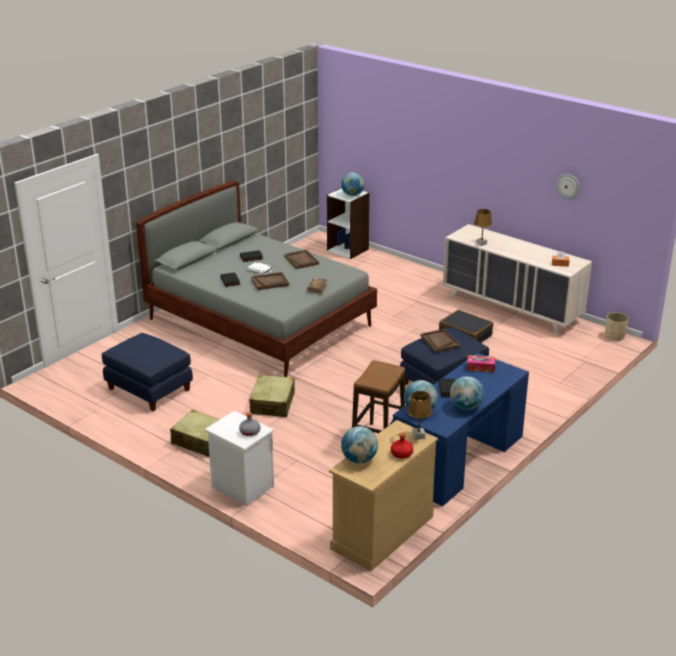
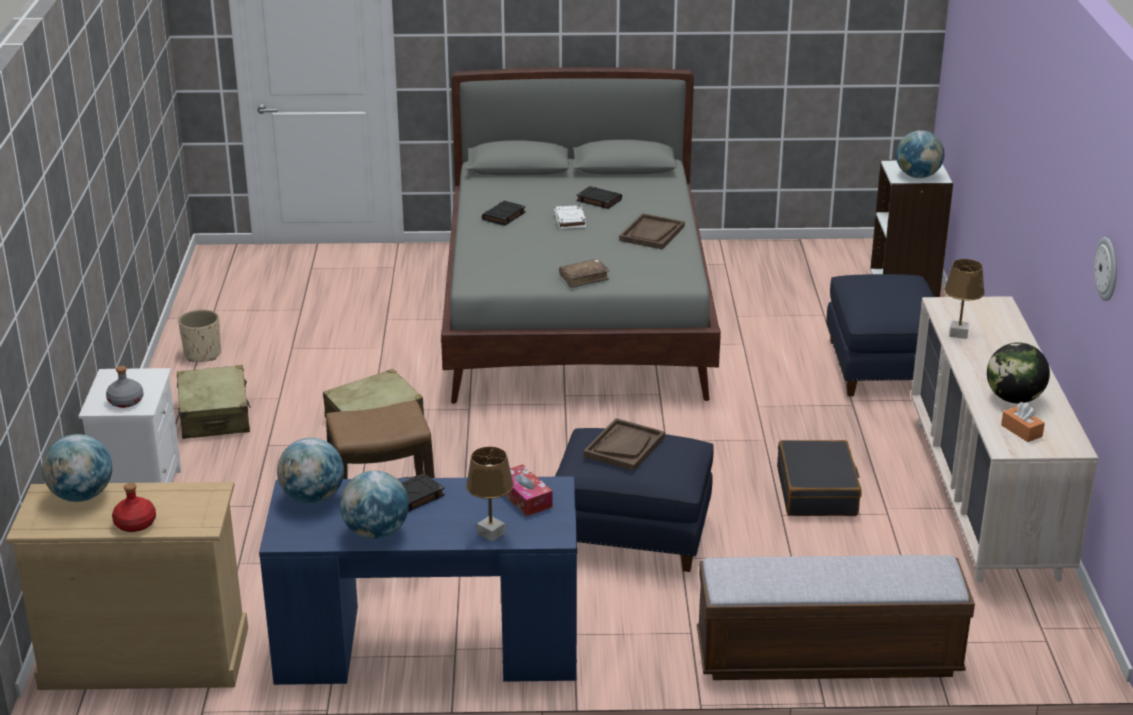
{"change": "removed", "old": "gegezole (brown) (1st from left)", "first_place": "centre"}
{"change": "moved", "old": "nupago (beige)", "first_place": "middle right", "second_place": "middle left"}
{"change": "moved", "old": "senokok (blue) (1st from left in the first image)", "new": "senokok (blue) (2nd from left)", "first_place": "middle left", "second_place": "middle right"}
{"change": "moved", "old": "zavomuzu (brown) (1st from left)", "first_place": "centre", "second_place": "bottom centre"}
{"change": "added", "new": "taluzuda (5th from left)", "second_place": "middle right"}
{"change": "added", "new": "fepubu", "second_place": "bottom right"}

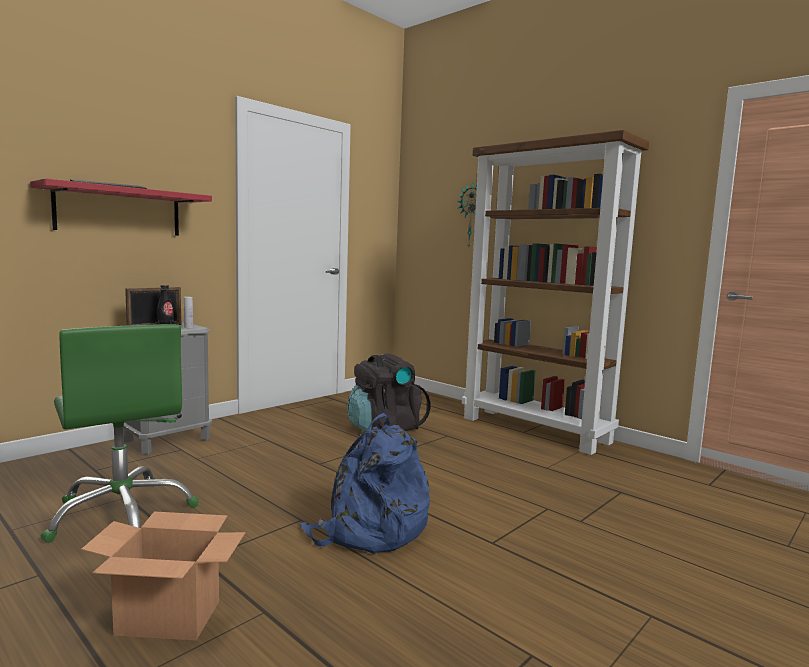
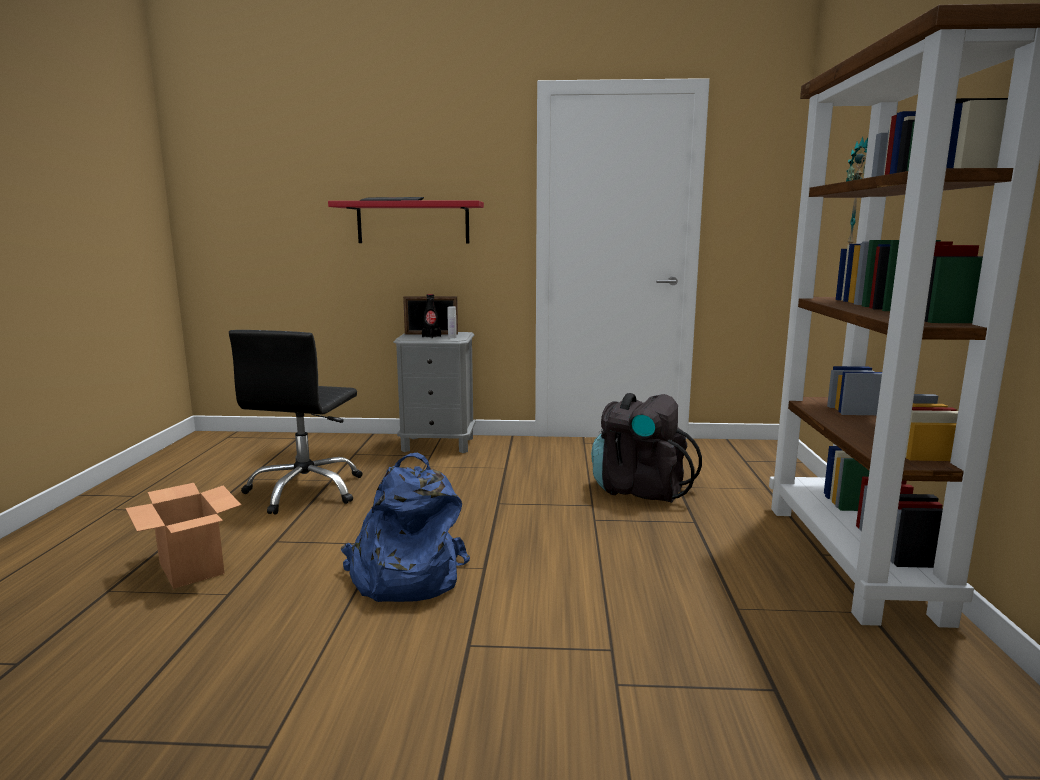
{"change": "recoloured", "old": "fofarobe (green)", "new": "fofarobe (black)", "first_place": "middle left", "second_place": "middle left"}

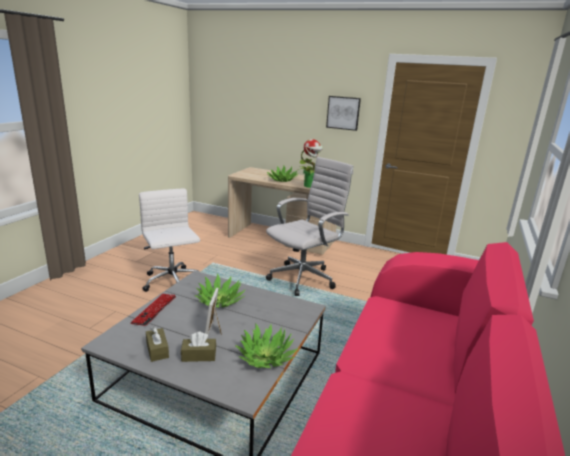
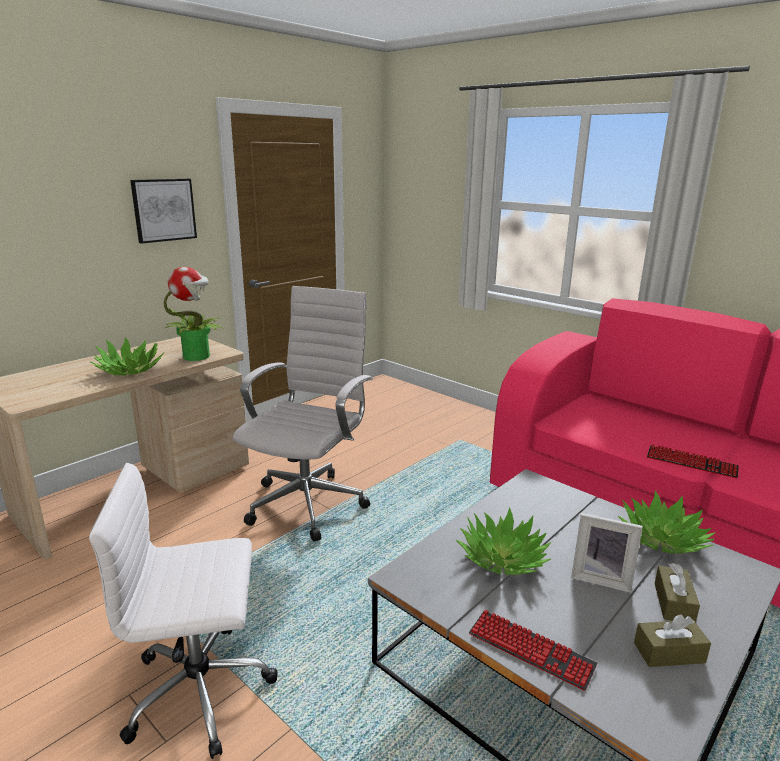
{"change": "turned", "old": "fofarobe (white) (2nd from left)", "first_place": "centre", "second_place": "centre", "degrees": 45}
{"change": "added", "new": "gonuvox (2nd from left)", "second_place": "middle right"}

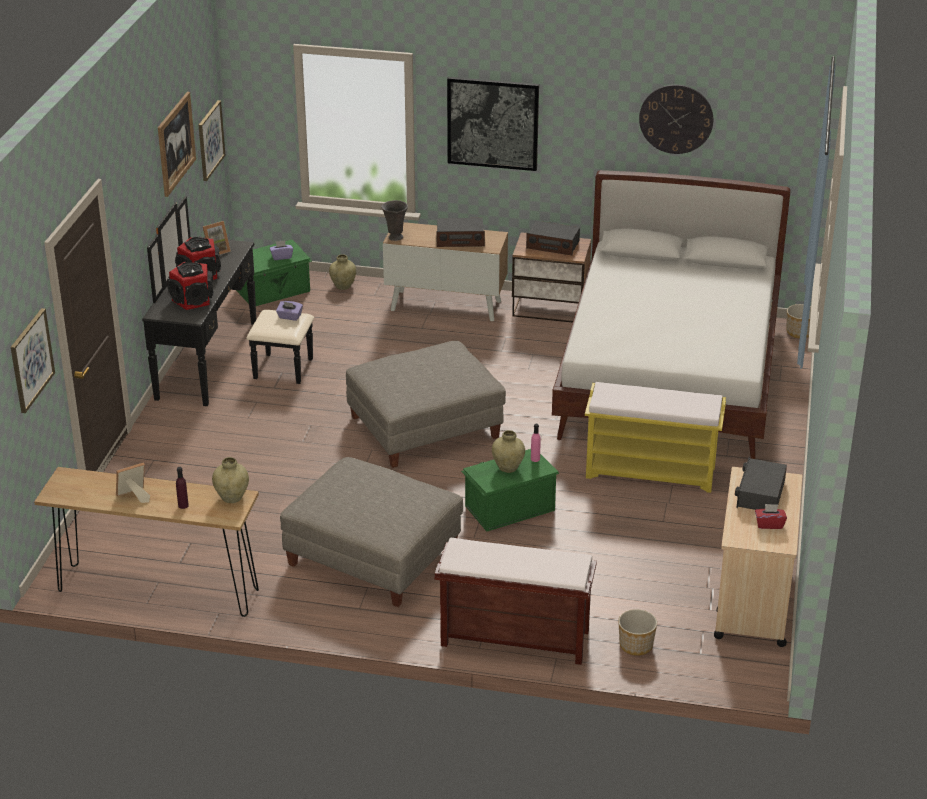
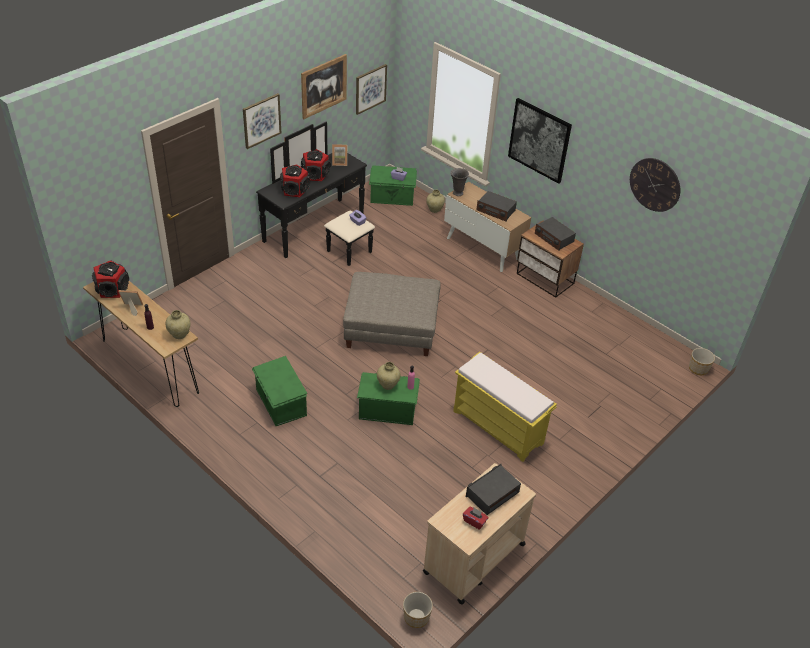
{"change": "removed", "old": "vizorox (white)", "first_place": "middle right"}
{"change": "moved", "old": "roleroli (1st from left)", "first_place": "middle left", "second_place": "top left"}
{"change": "replaced", "old": "senokok (grey) (1st from left)", "new": "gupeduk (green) (1st from left)", "first_place": "centre", "second_place": "centre"}
{"change": "removed", "old": "fepubu (brown)", "first_place": "bottom centre"}
{"change": "moved", "old": "nupago (1st from left)", "first_place": "bottom right", "second_place": "bottom centre"}
{"change": "added", "new": "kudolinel (1st from left)", "second_place": "middle left"}

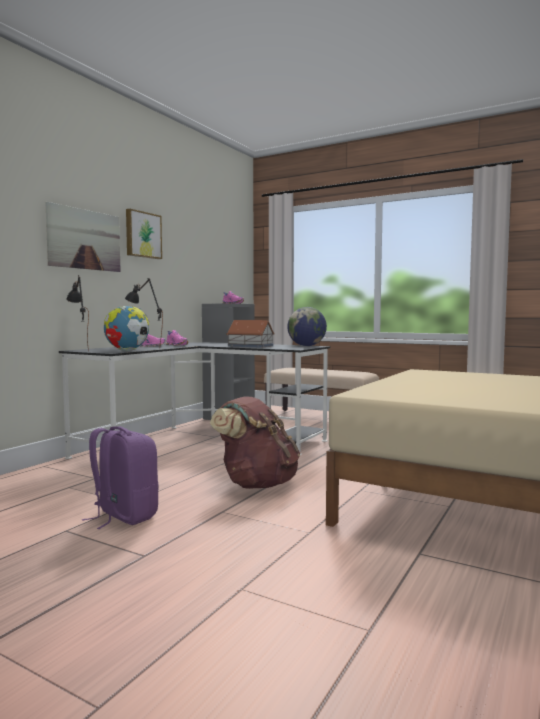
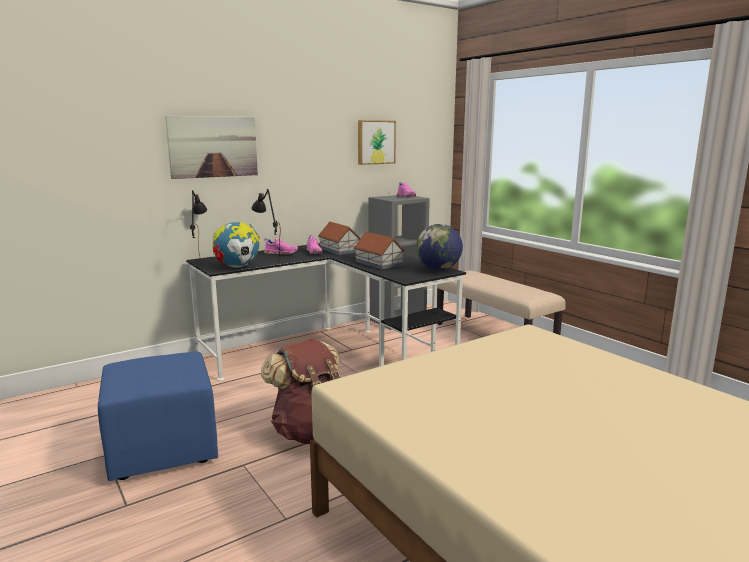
{"change": "moved", "old": "roleroli (2nd from left)", "first_place": "top left", "second_place": "top centre"}
{"change": "replaced", "old": "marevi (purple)", "new": "senokok (blue)", "first_place": "middle left", "second_place": "bottom left"}
{"change": "added", "new": "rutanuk (1st from left)", "second_place": "centre"}

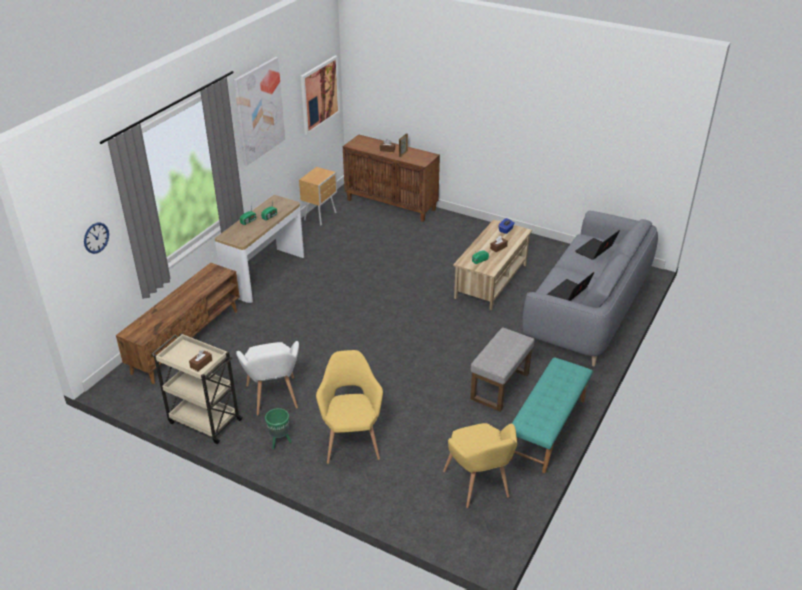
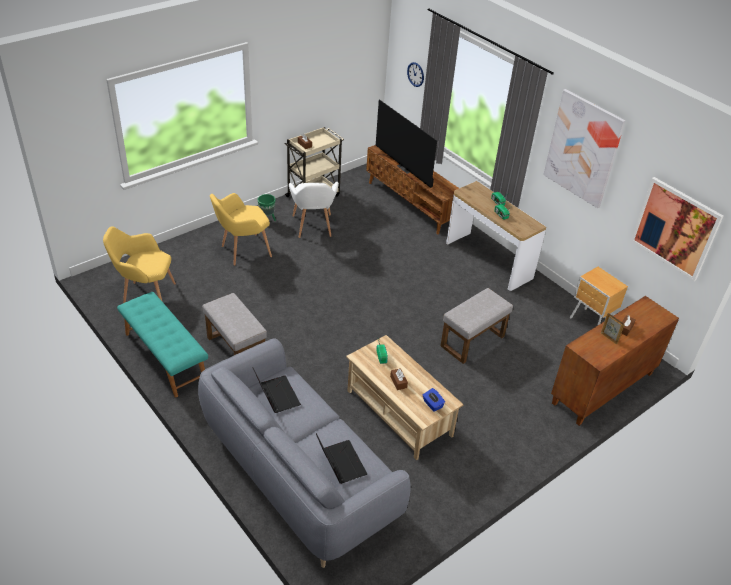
{"change": "turned", "old": "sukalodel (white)", "first_place": "middle left", "second_place": "centre", "degrees": -105}
{"change": "turned", "old": "sukalodel (yellow) (1st from left in the first image)", "first_place": "bottom centre", "second_place": "middle left", "degrees": 135}
{"change": "added", "new": "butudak", "second_place": "top centre"}
{"change": "added", "new": "senokok (grey) (2nd from left)", "second_place": "centre"}

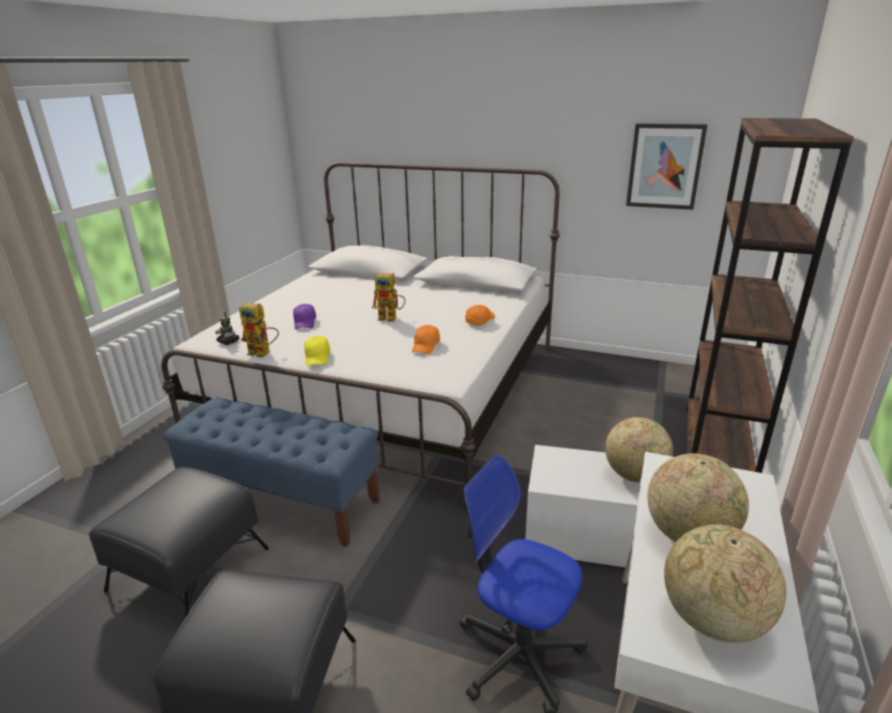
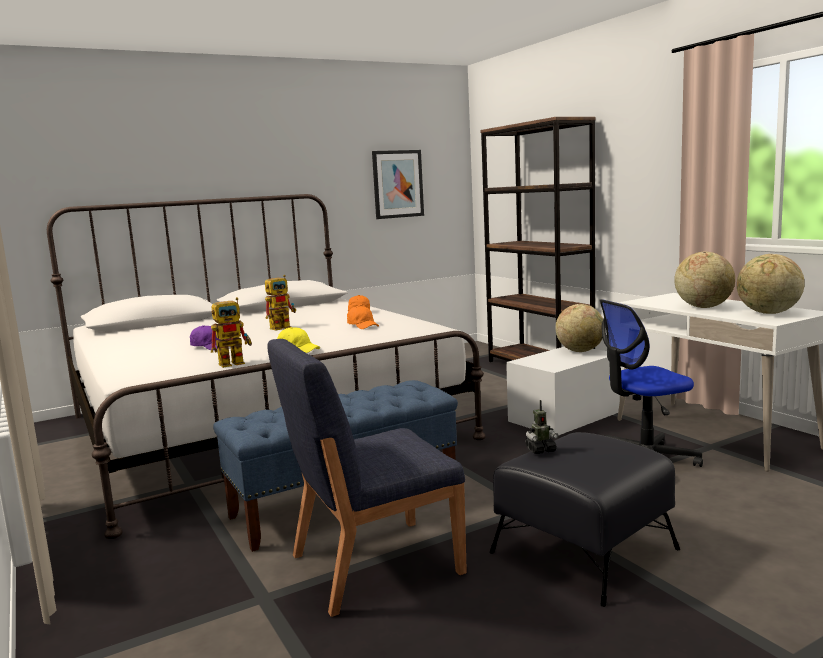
{"change": "moved", "old": "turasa (1st from left in the first image)", "new": "turasa (3rd from left)", "first_place": "middle left", "second_place": "centre"}
{"change": "replaced", "old": "senokok (black) (1st from left)", "new": "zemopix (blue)", "first_place": "bottom left", "second_place": "bottom centre"}

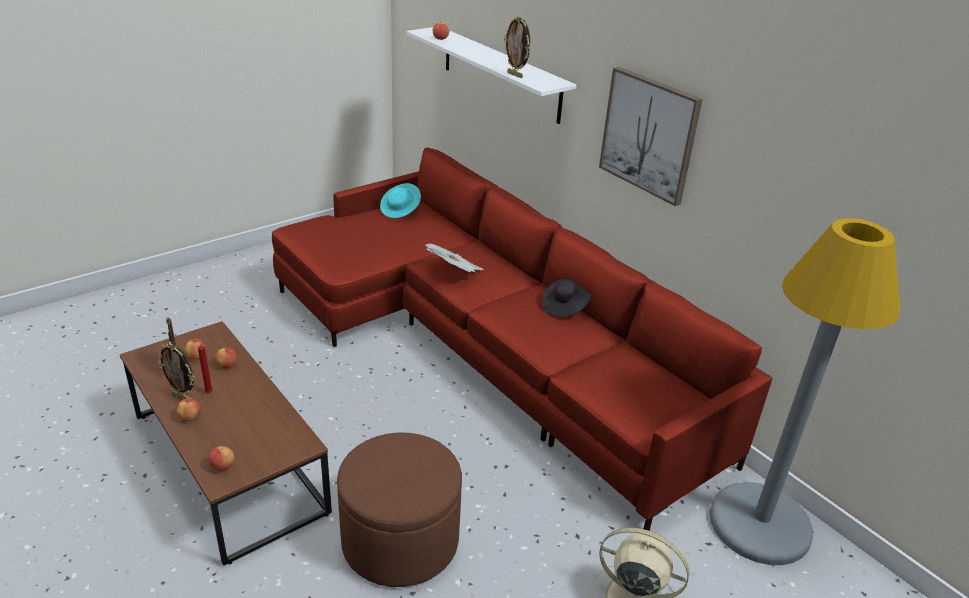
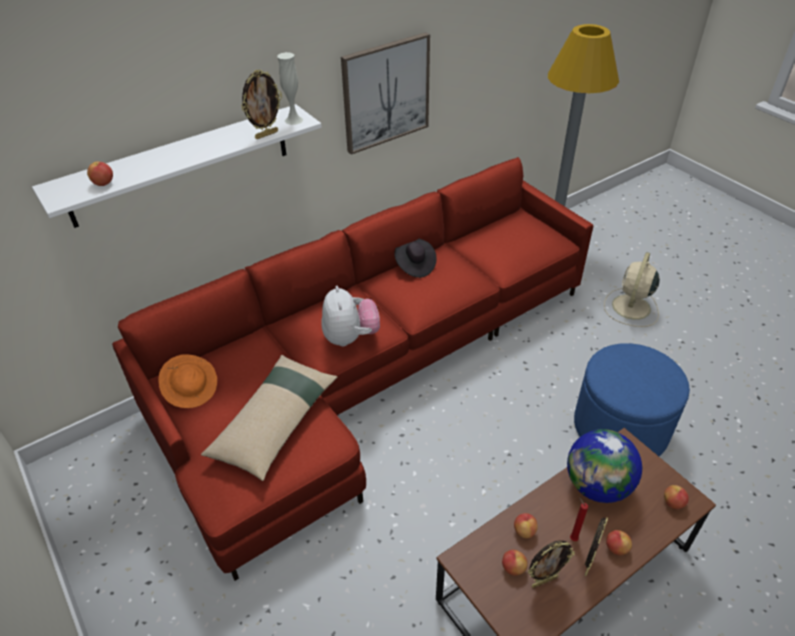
{"change": "recoloured", "old": "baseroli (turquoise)", "new": "baseroli (orange)", "first_place": "centre", "second_place": "middle left"}
{"change": "replaced", "old": "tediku", "new": "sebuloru", "first_place": "centre", "second_place": "centre"}
{"change": "recoloured", "old": "senokok (brown)", "new": "senokok (blue)", "first_place": "bottom centre", "second_place": "middle right"}
{"change": "added", "new": "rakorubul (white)", "second_place": "top centre"}
{"change": "added", "new": "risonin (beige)", "second_place": "centre"}
{"change": "added", "new": "taluzuda", "second_place": "bottom right"}

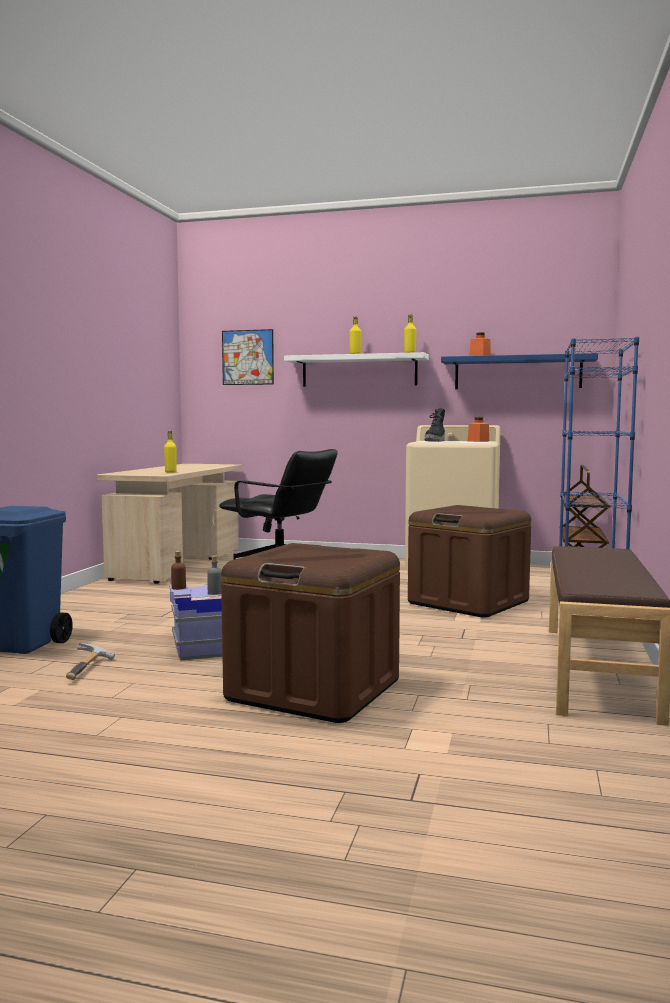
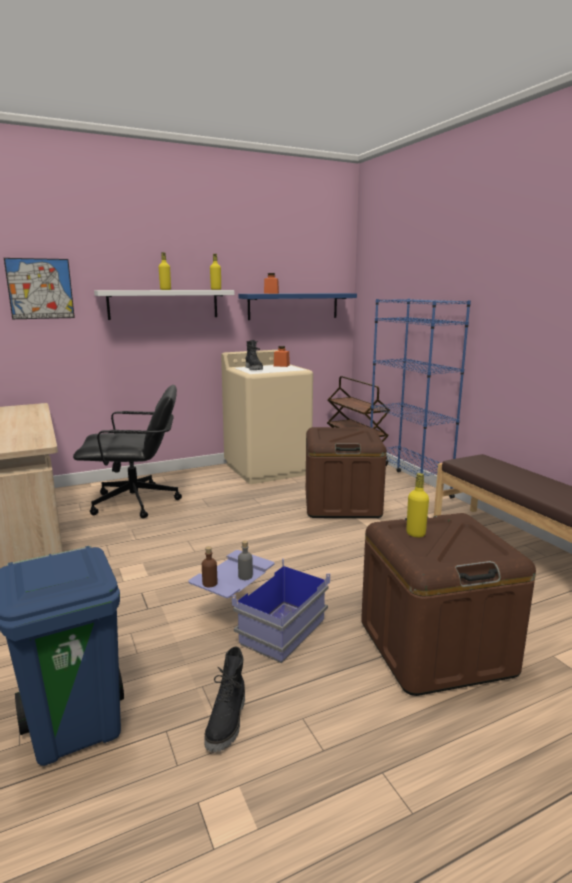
{"change": "moved", "old": "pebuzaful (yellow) (1st from left in the first image)", "new": "pebuzaful (yellow) (3rd from left)", "first_place": "middle left", "second_place": "middle right"}
{"change": "replaced", "old": "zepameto", "new": "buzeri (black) (1st from left)", "first_place": "middle left", "second_place": "bottom centre"}

